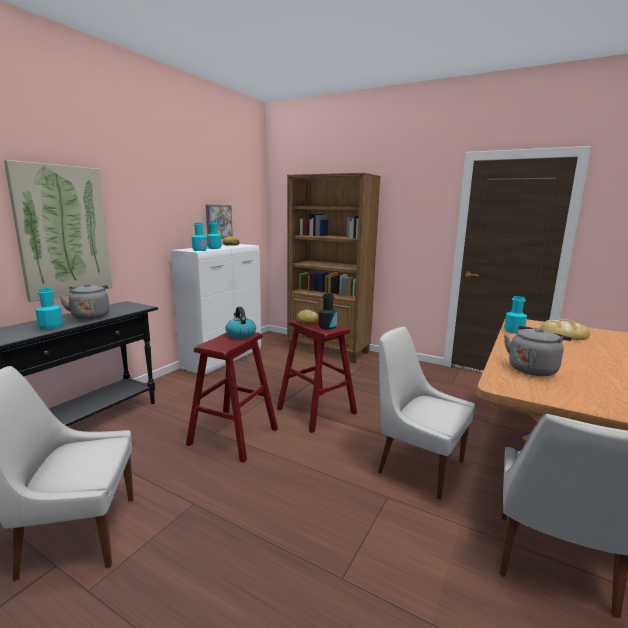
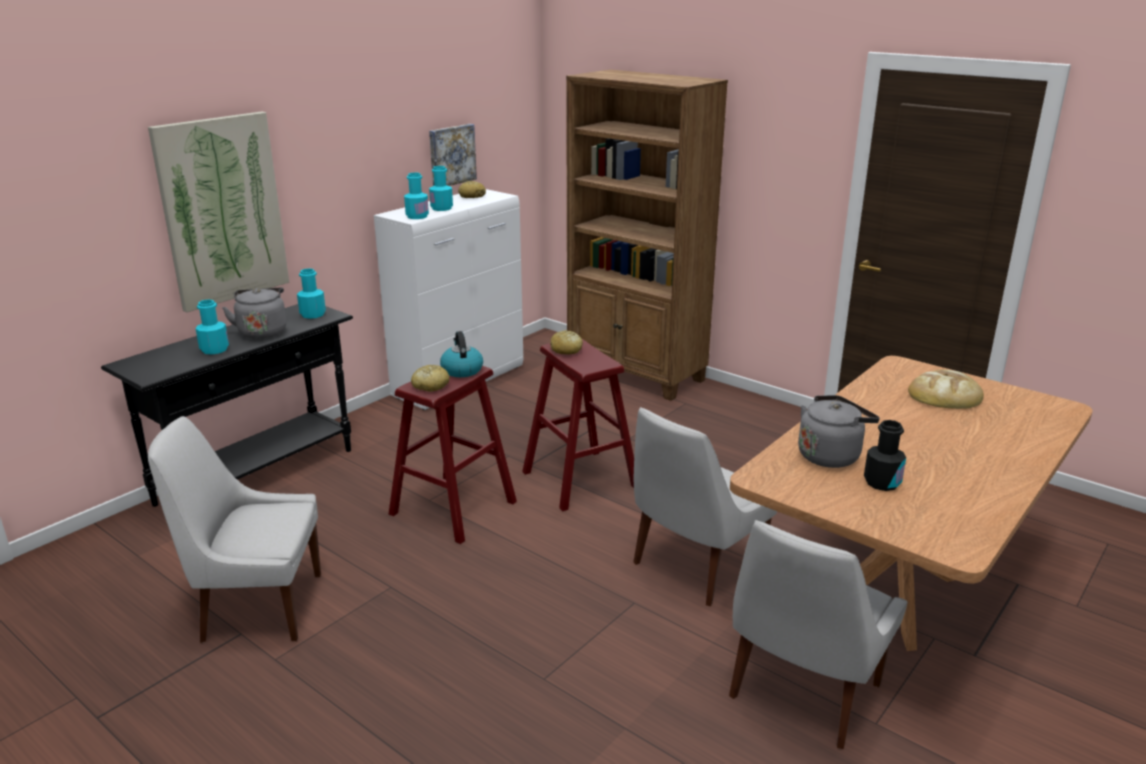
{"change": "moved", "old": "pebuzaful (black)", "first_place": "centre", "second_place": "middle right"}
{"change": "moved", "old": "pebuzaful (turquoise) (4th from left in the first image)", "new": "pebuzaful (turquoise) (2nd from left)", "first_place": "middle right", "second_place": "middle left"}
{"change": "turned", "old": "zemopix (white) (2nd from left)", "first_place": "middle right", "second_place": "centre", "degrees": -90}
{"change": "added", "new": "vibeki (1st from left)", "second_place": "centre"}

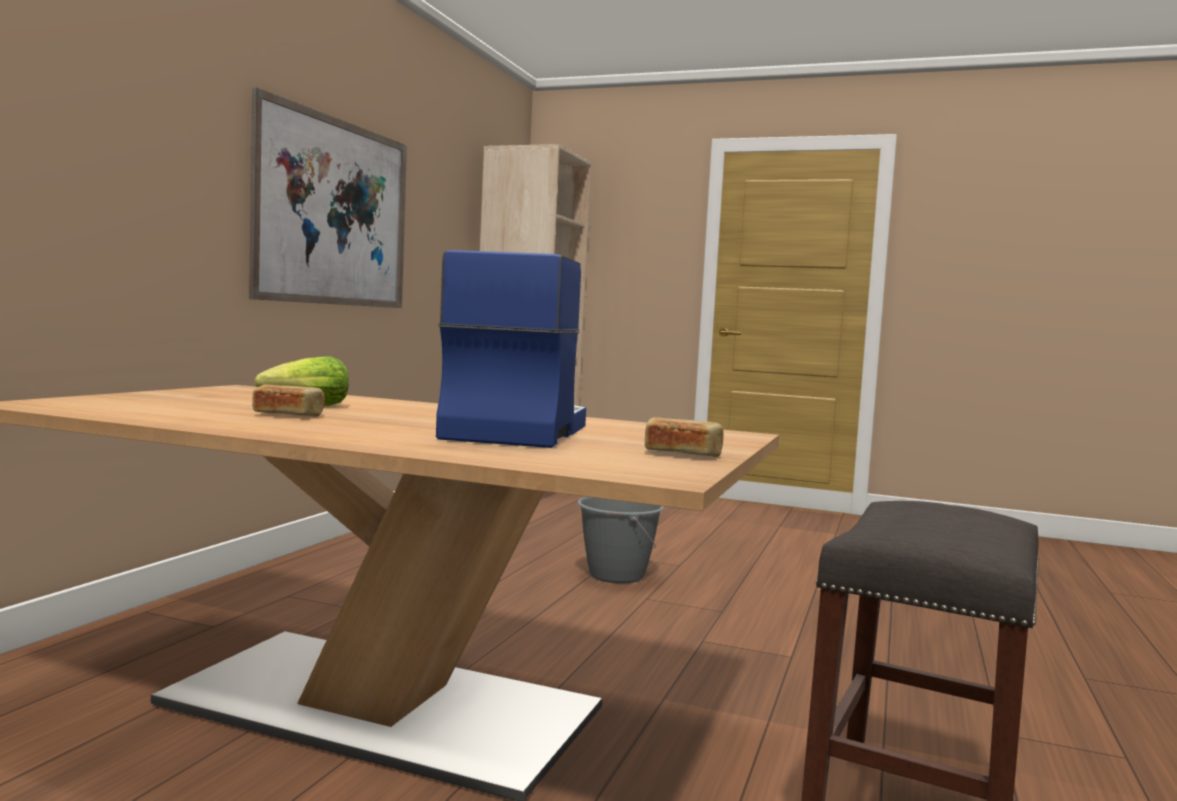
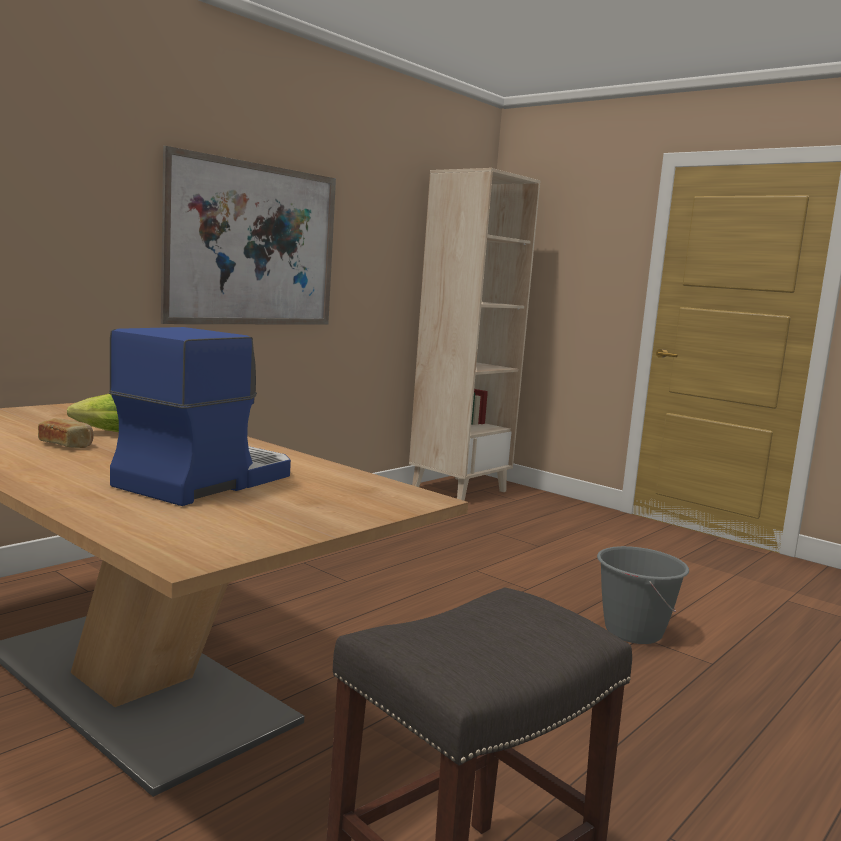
{"change": "removed", "old": "vibeki (2nd from left)", "first_place": "centre"}
{"change": "moved", "old": "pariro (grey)", "first_place": "bottom centre", "second_place": "bottom right"}

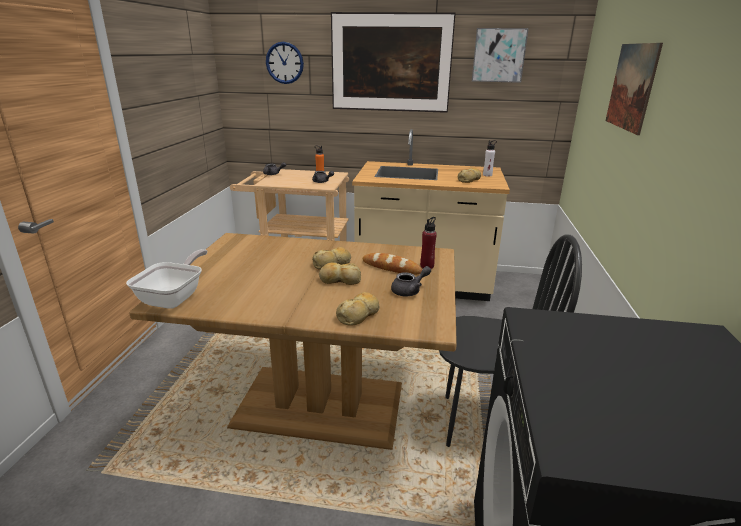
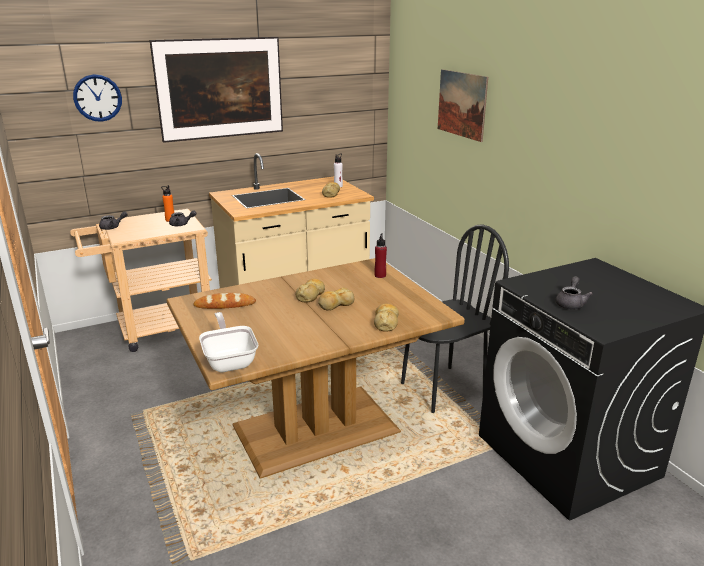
{"change": "removed", "old": "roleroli (2nd from left)", "first_place": "top right"}
{"change": "moved", "old": "vibeki (4th from left in the first image)", "new": "vibeki (1st from left)", "first_place": "centre", "second_place": "middle left"}
{"change": "moved", "old": "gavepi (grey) (3rd from left)", "first_place": "centre", "second_place": "middle right"}

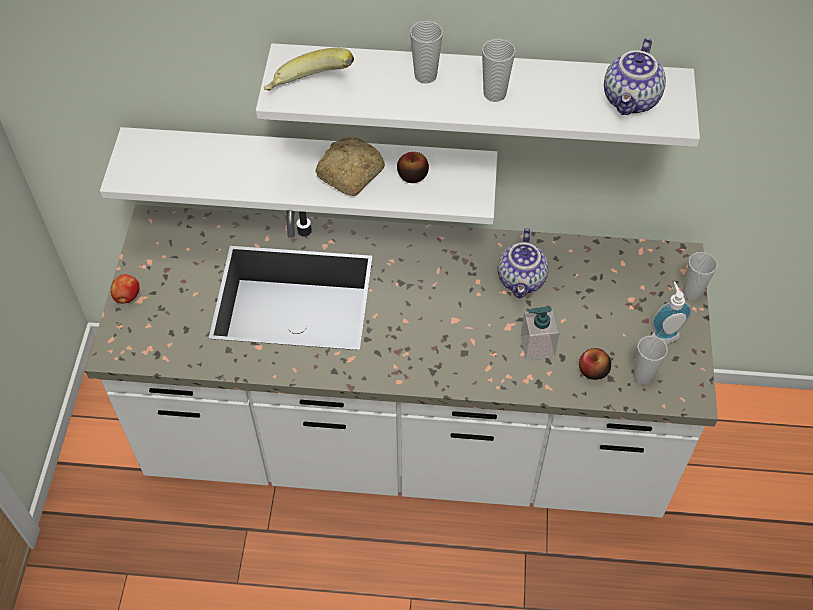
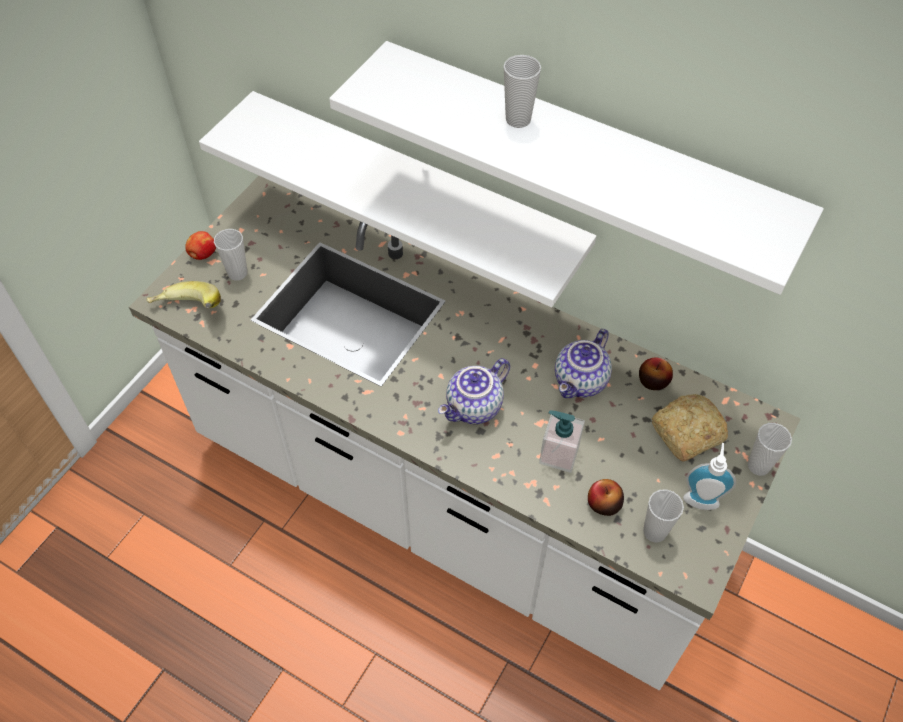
{"change": "moved", "old": "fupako (2nd from left in the first image)", "new": "fupako (1st from left)", "first_place": "top centre", "second_place": "middle left"}
{"change": "moved", "old": "gavepi (2nd from left in the first image)", "new": "gavepi (1st from left)", "first_place": "top right", "second_place": "centre"}
{"change": "moved", "old": "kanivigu", "first_place": "top centre", "second_place": "middle left"}
{"change": "moved", "old": "vibeki", "first_place": "top centre", "second_place": "middle right"}
{"change": "moved", "old": "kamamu (2nd from left in the first image)", "new": "kamamu (3rd from left)", "first_place": "top centre", "second_place": "middle right"}

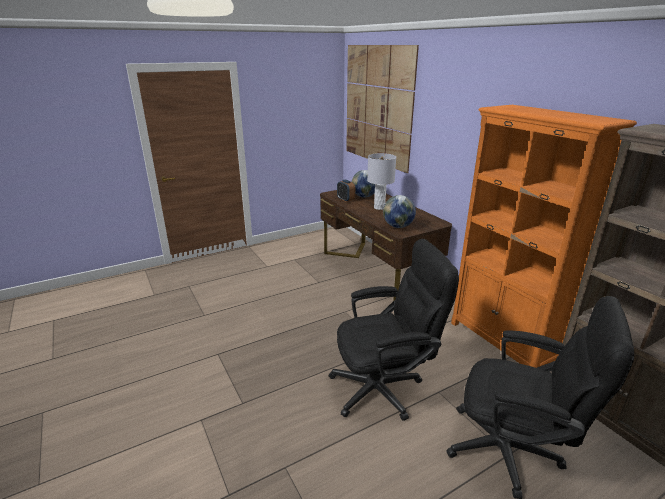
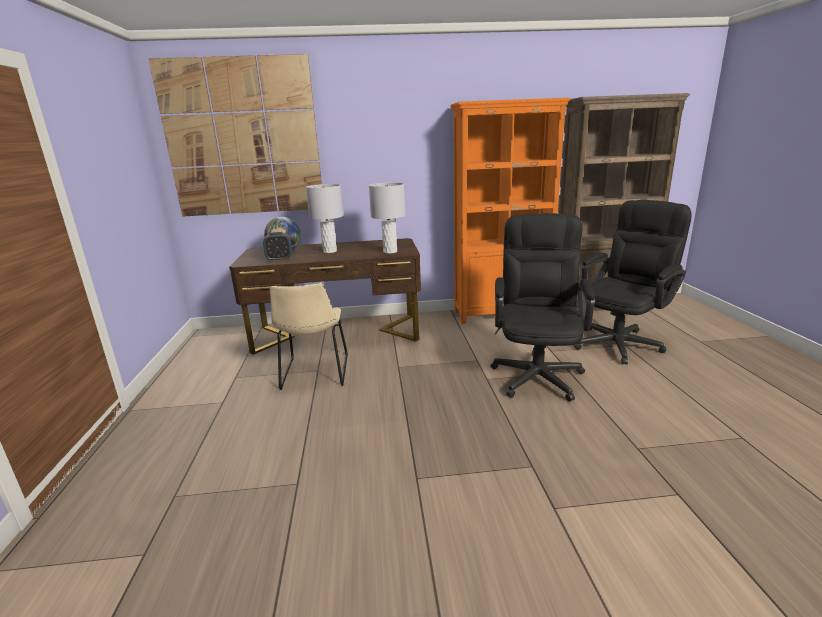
{"change": "replaced", "old": "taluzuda (2nd from left)", "new": "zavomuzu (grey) (2nd from left)", "first_place": "centre", "second_place": "centre"}
{"change": "added", "new": "zemopix (beige)", "second_place": "centre"}

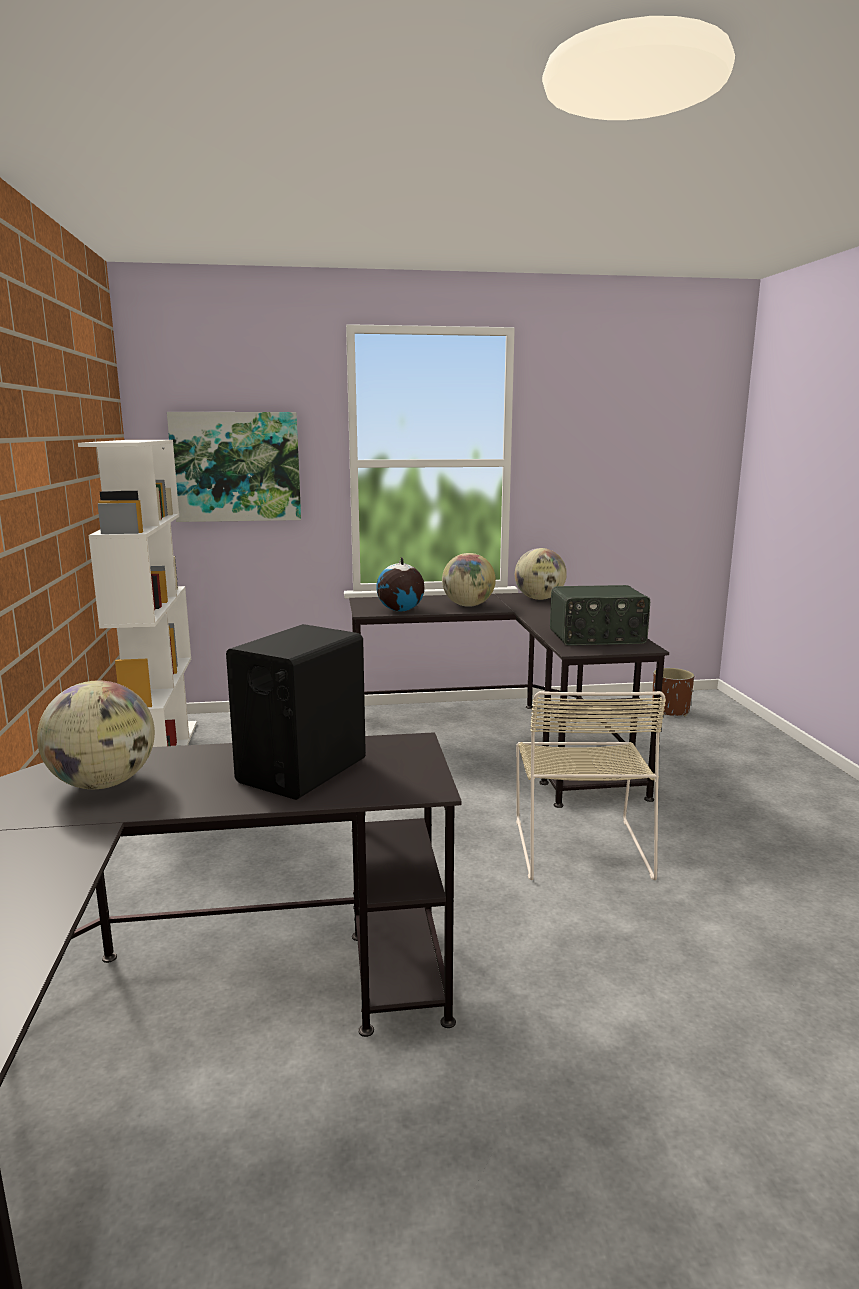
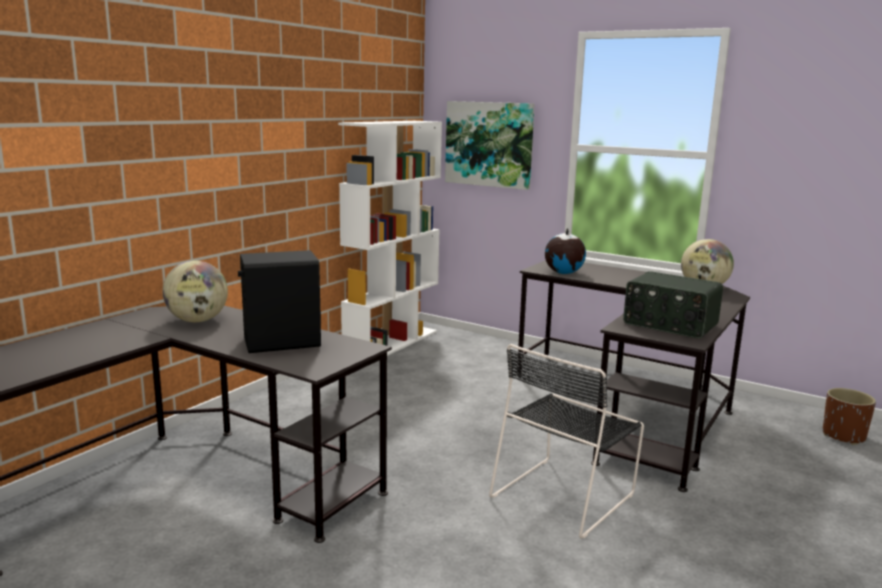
{"change": "removed", "old": "taluzuda (3rd from left)", "first_place": "centre"}
{"change": "recoloured", "old": "zemopix (beige)", "new": "zemopix (black)", "first_place": "middle right", "second_place": "bottom centre"}

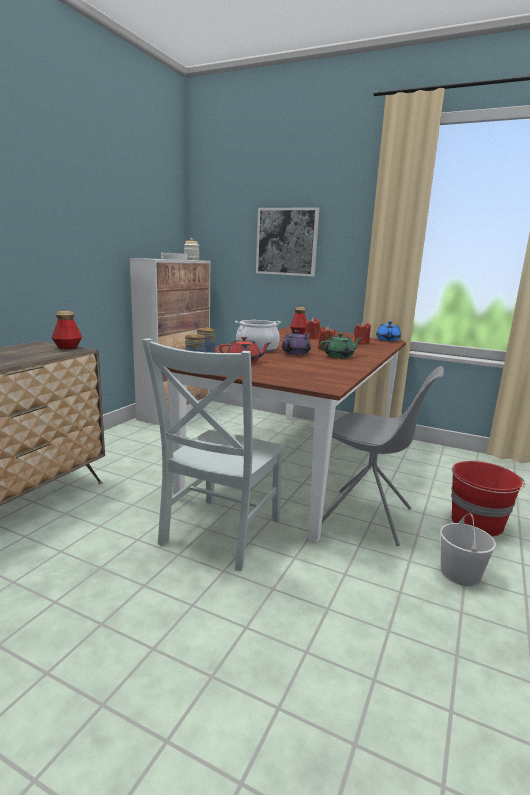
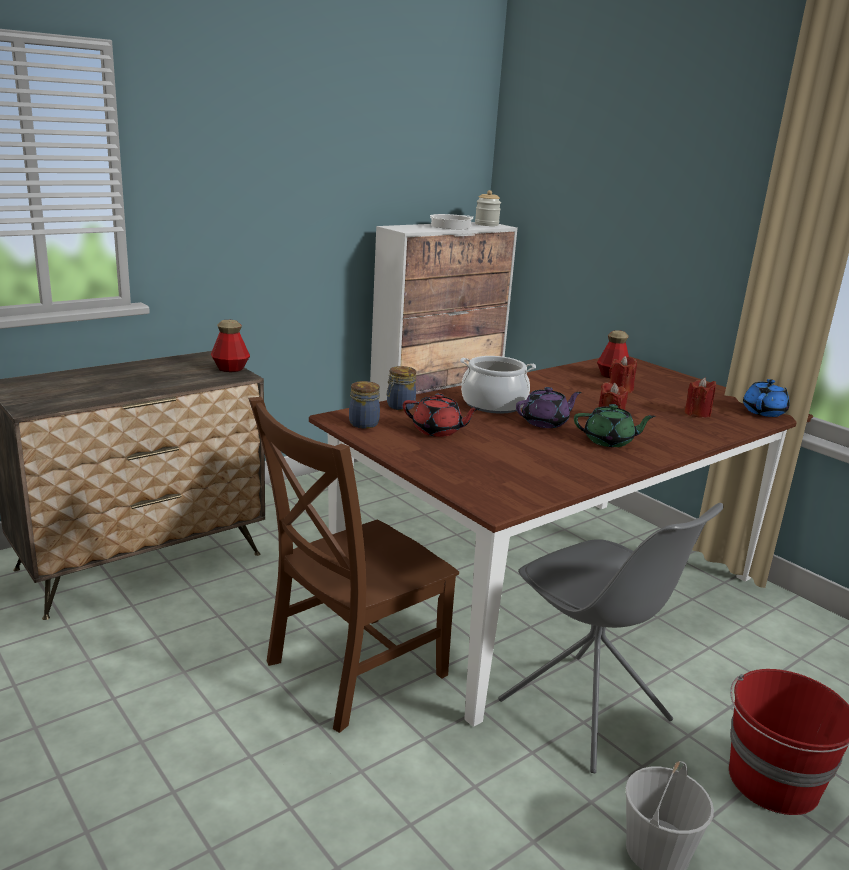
{"change": "removed", "old": "roleroli", "first_place": "top centre"}
{"change": "recoloured", "old": "zemopix (grey) (1st from left)", "new": "zemopix (brown)", "first_place": "centre", "second_place": "centre"}

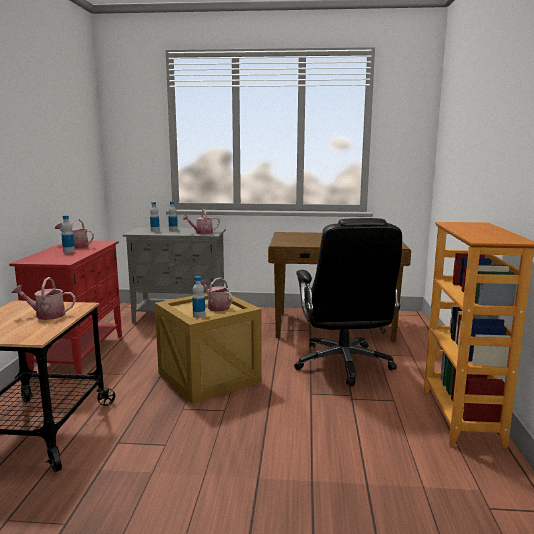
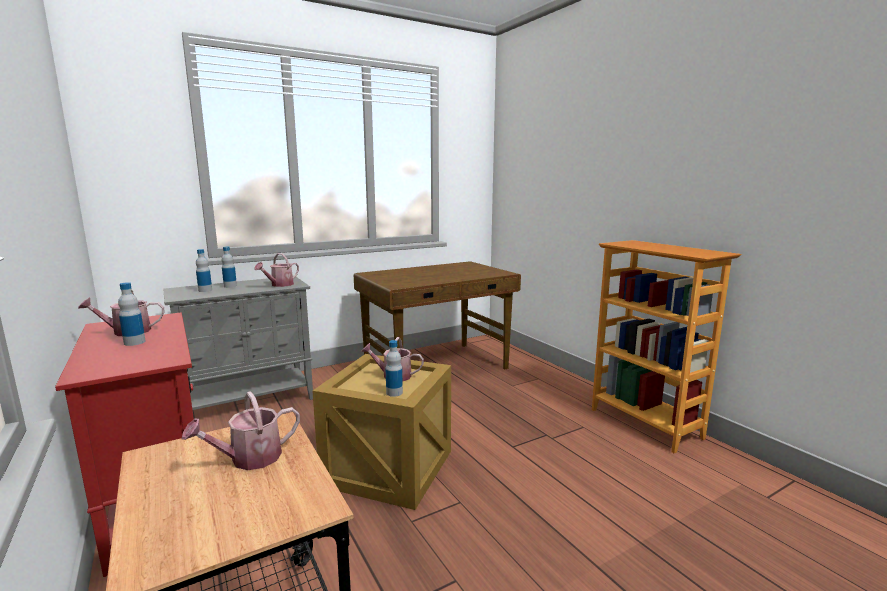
{"change": "removed", "old": "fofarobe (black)", "first_place": "centre"}

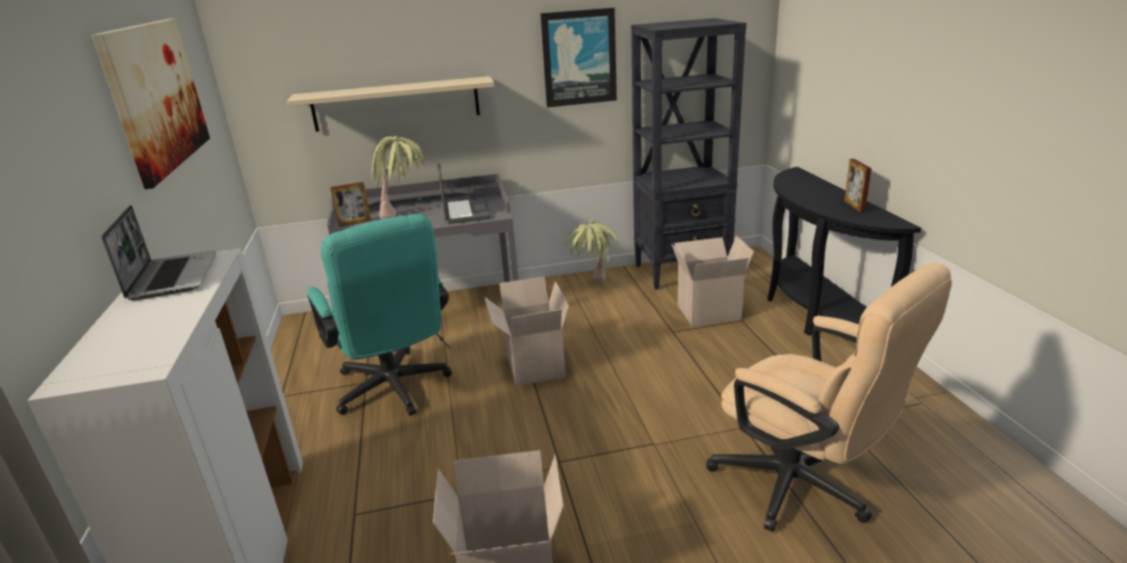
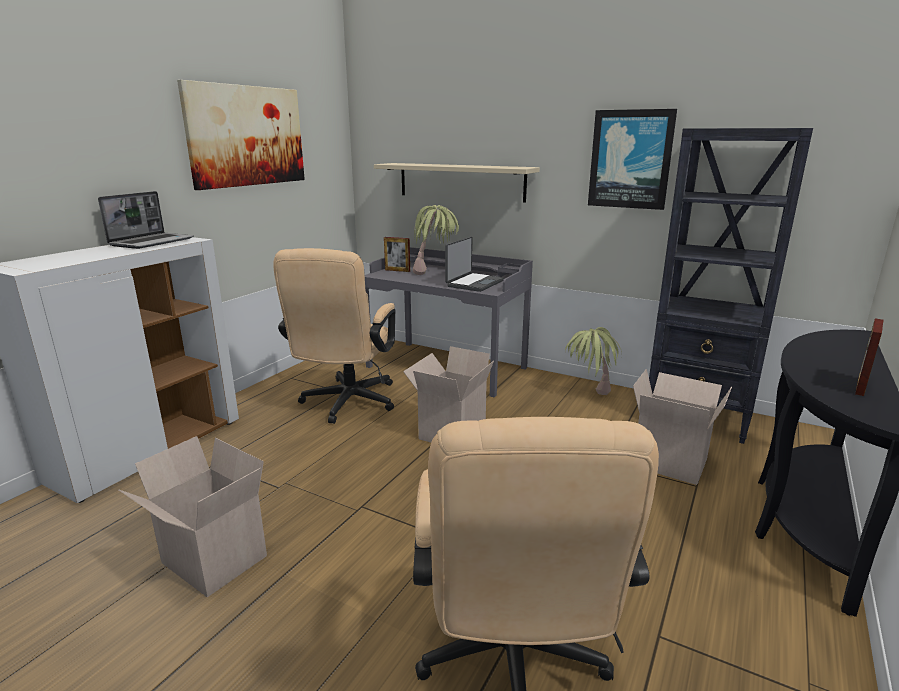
{"change": "recoloured", "old": "fofarobe (turquoise)", "new": "fofarobe (beige) (1st from left)", "first_place": "centre", "second_place": "centre"}

